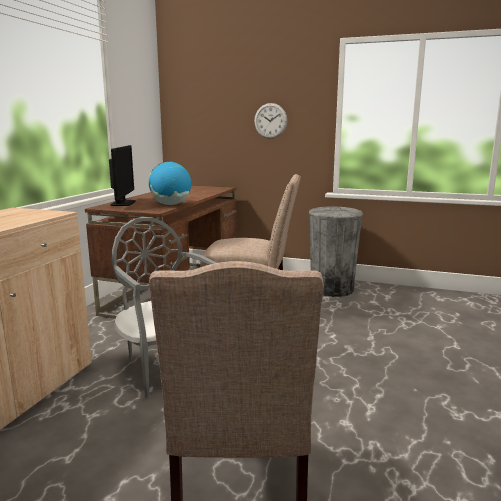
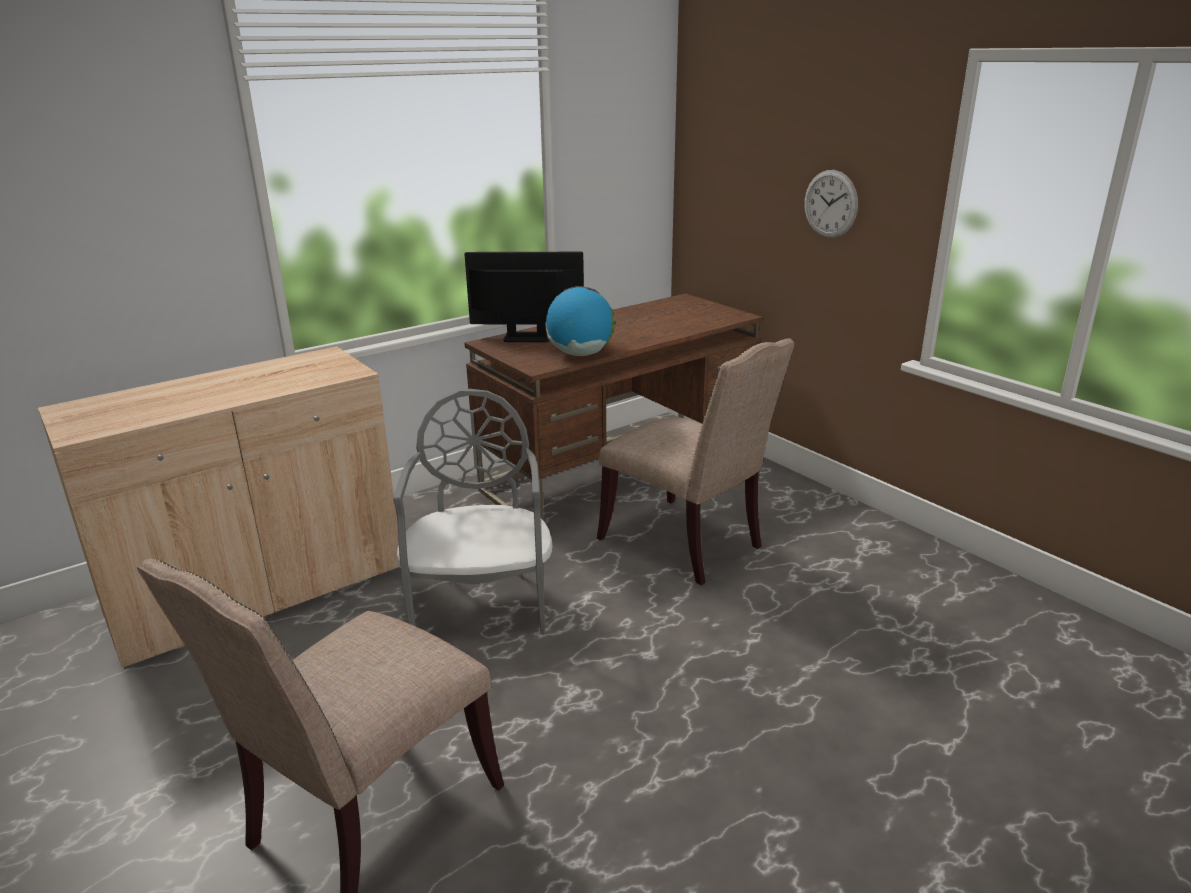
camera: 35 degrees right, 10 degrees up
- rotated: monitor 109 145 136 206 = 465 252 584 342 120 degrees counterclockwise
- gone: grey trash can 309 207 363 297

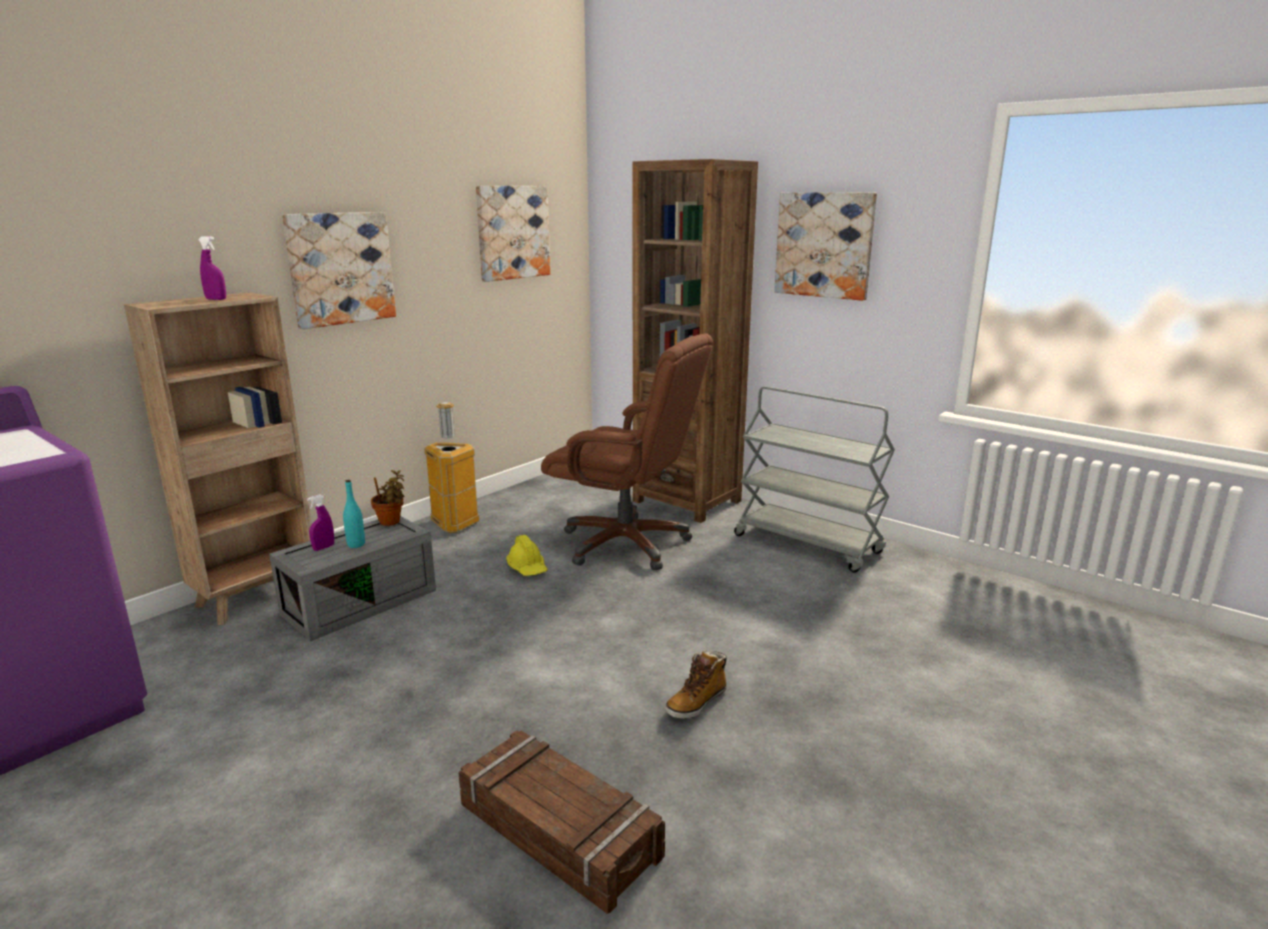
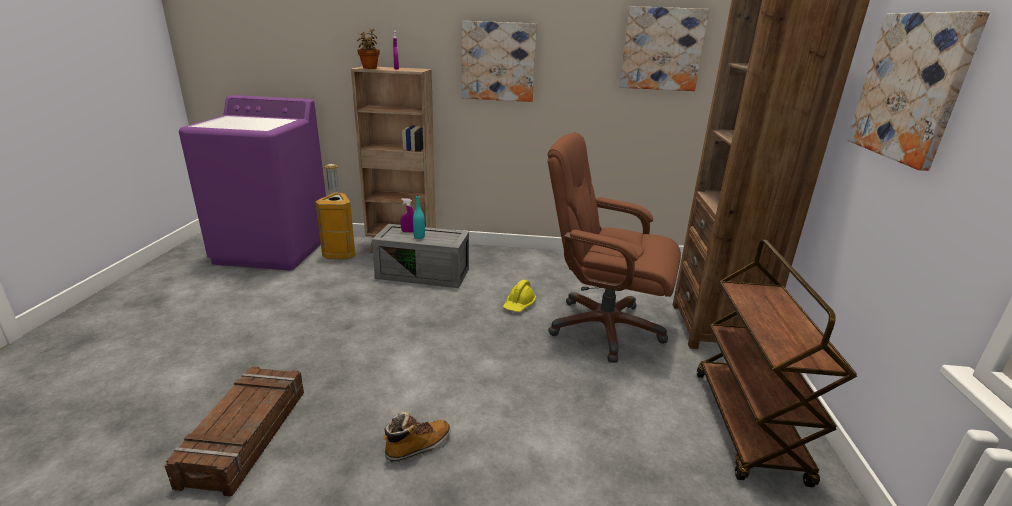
camera: 55 degrees right, 5 degrees up
- shifted: potted plant 371 470 405 526 to 357 28 380 69
- shifted: trash can 424 402 479 533 to 316 164 356 259
- rotated: brown office chair 541 333 713 570 = 548 132 681 363 120 degrees clockwise
- rotated: boot 665 650 727 719 = 383 411 450 462 135 degrees clockwise
- repainted: grey cart 734 386 895 573 to brown cart 697 239 857 487

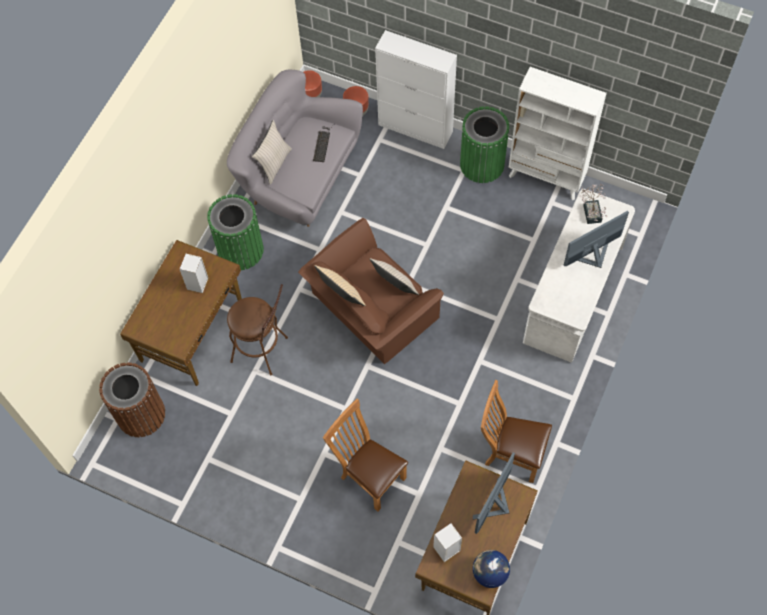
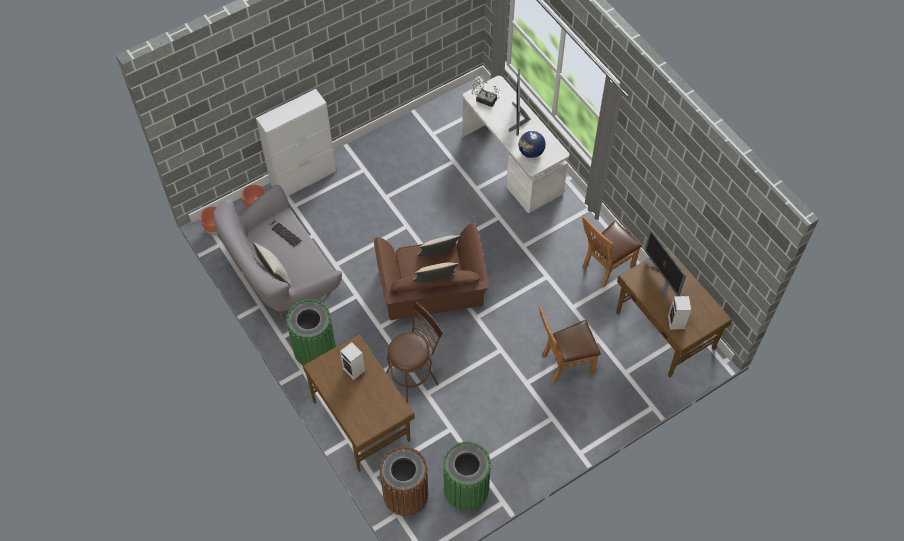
camera: 60 degrees left, 5 degrees down
- shifted: green trash can 460 106 510 183 to 443 441 491 511
- shifted: globe 473 550 510 588 to 519 131 546 158
- gone: white bookcase 508 67 607 200

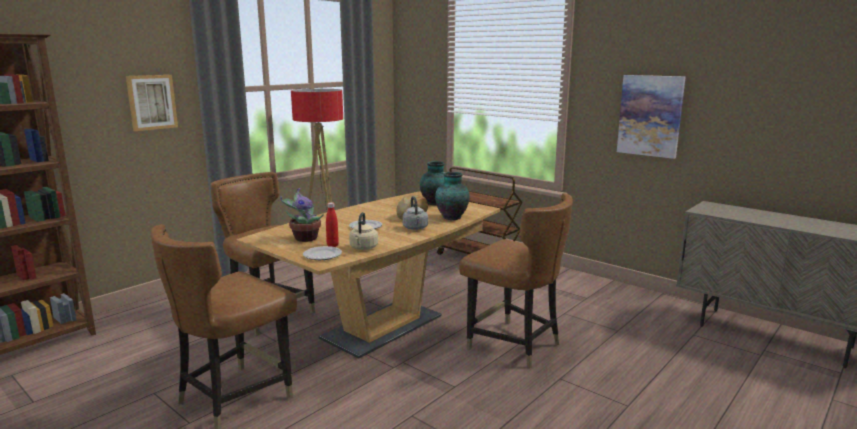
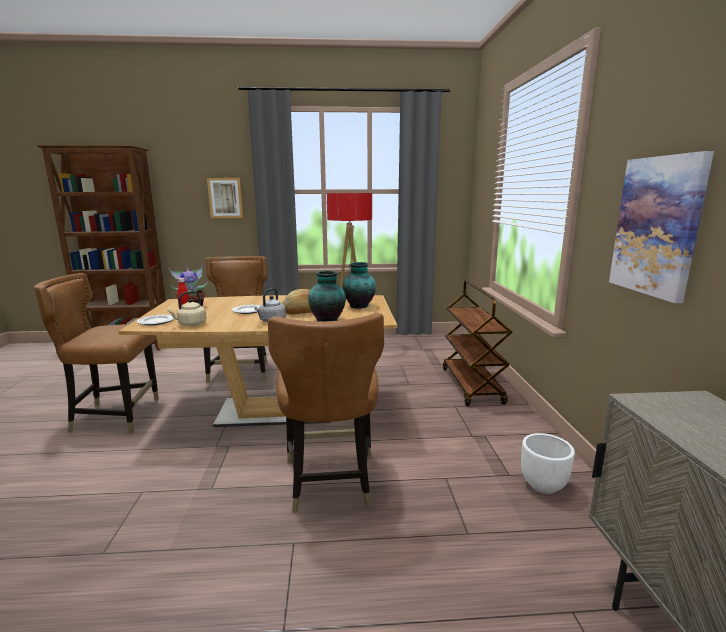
camera: 45 degrees right, 0 degrees up
- new: white planter 521 433 575 494

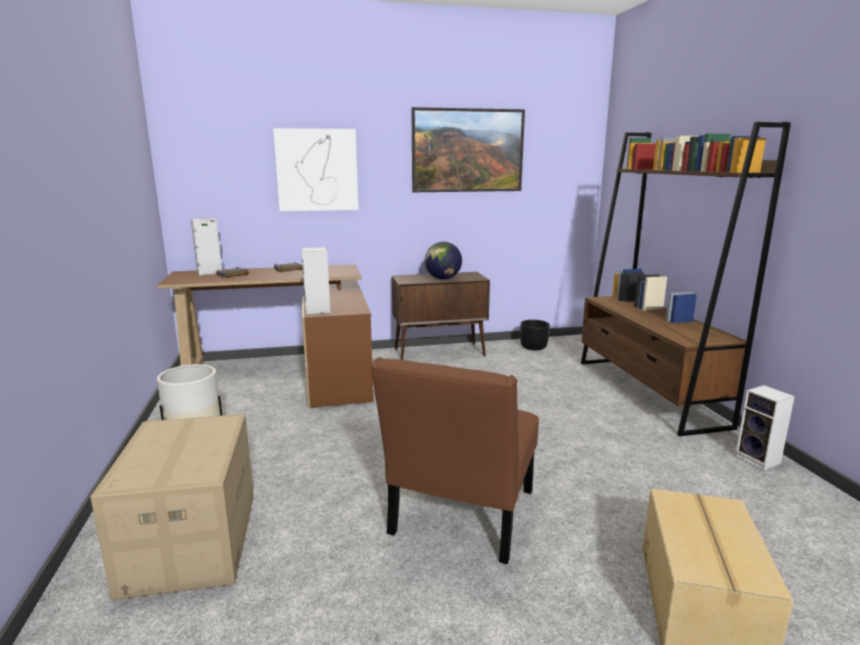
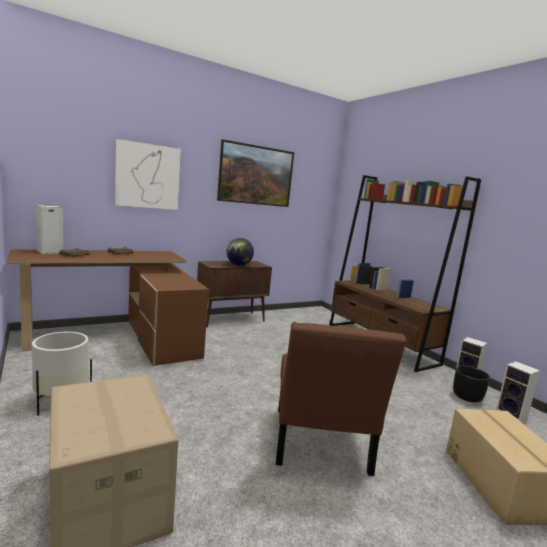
camera: 20 degrees left, 5 degrees down
- shifted: speaker 301 247 330 314 to 496 361 540 422
- shifted: black planter 520 320 550 350 to 453 366 490 403

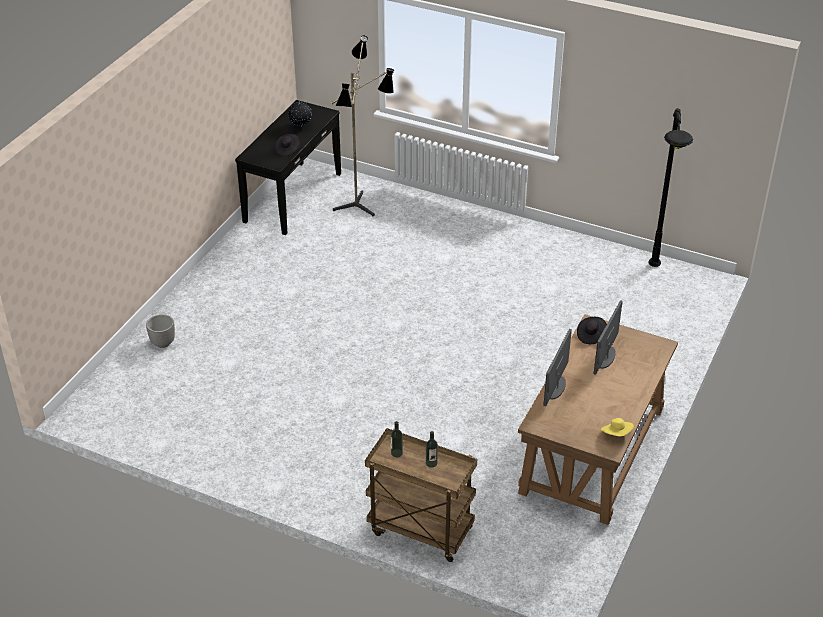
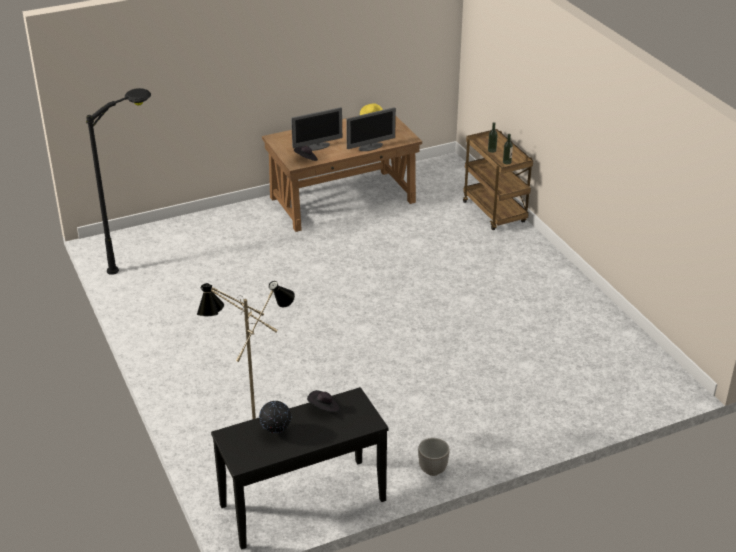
camera: 140 degrees left, 5 degrees down
- shifted: planter 146 314 175 348 to 418 438 450 476

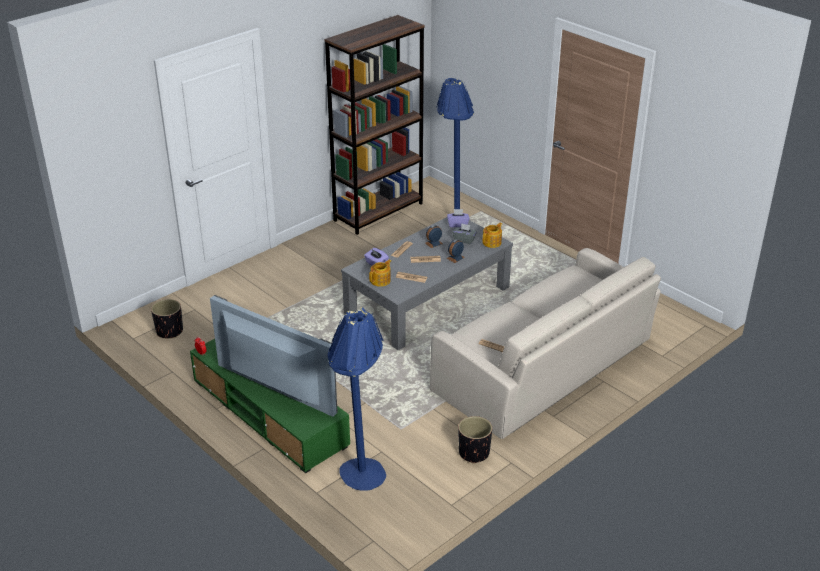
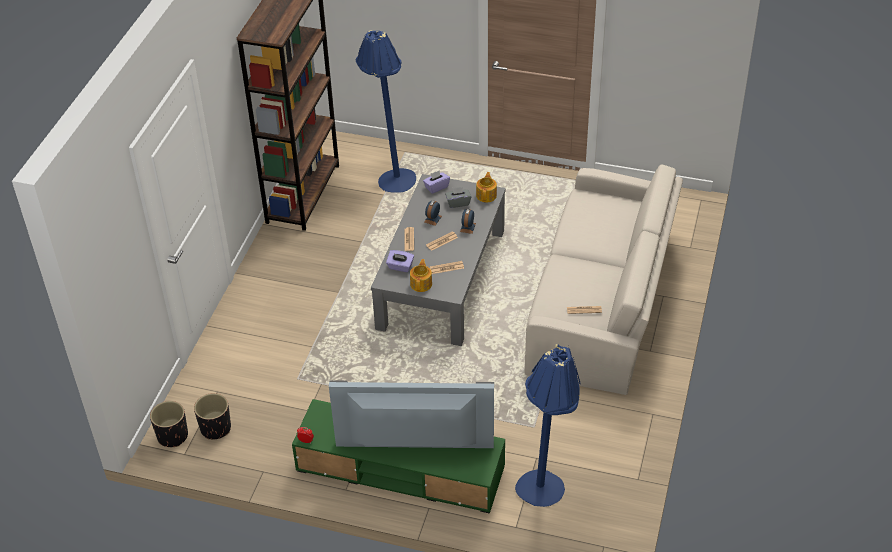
camera: 30 degrees left, 10 degrees up
- shifted: black planter 458 416 492 464 to 150 401 188 447

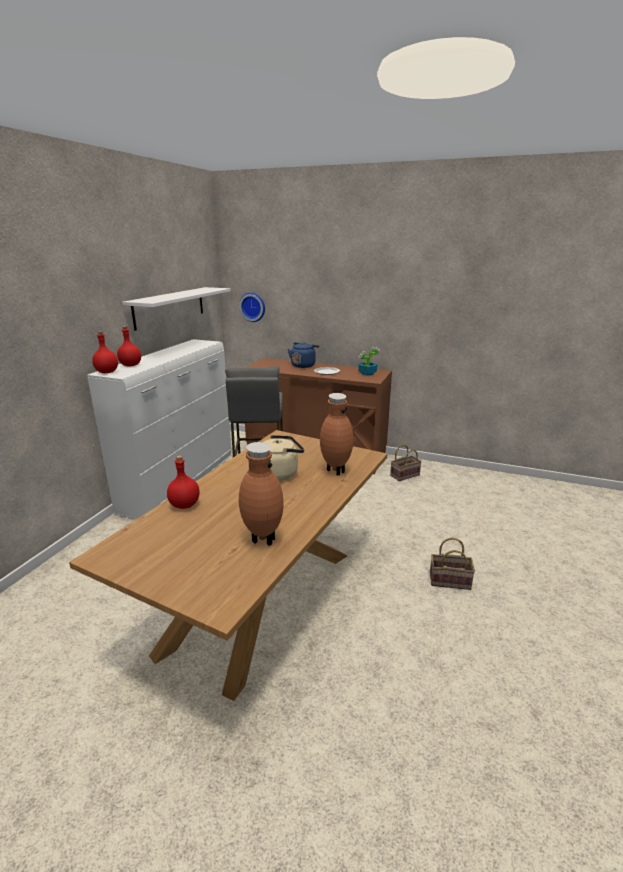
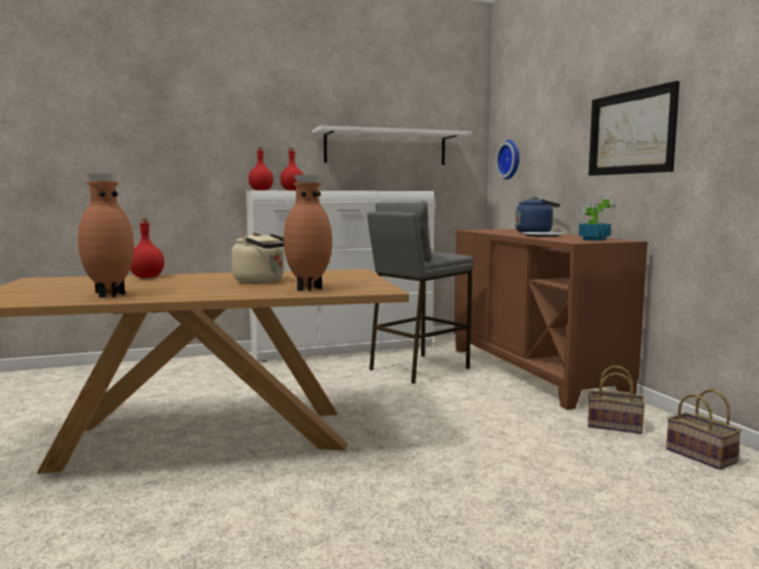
camera: 50 degrees right, 15 degrees down
- shifted: basket 430 538 475 590 to 666 389 742 470
- new: picture 589 81 680 176

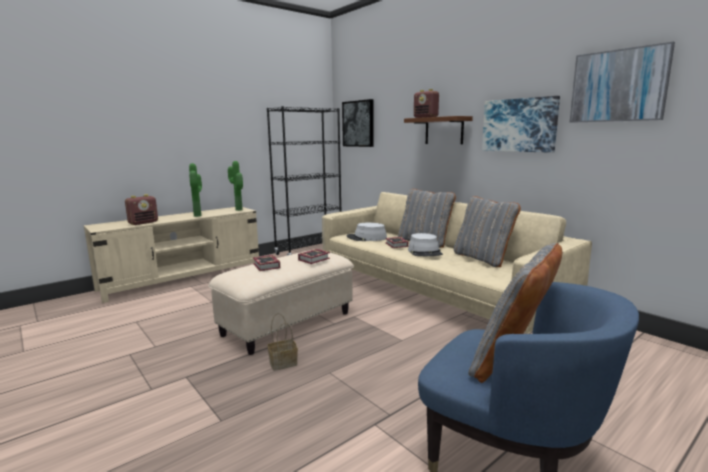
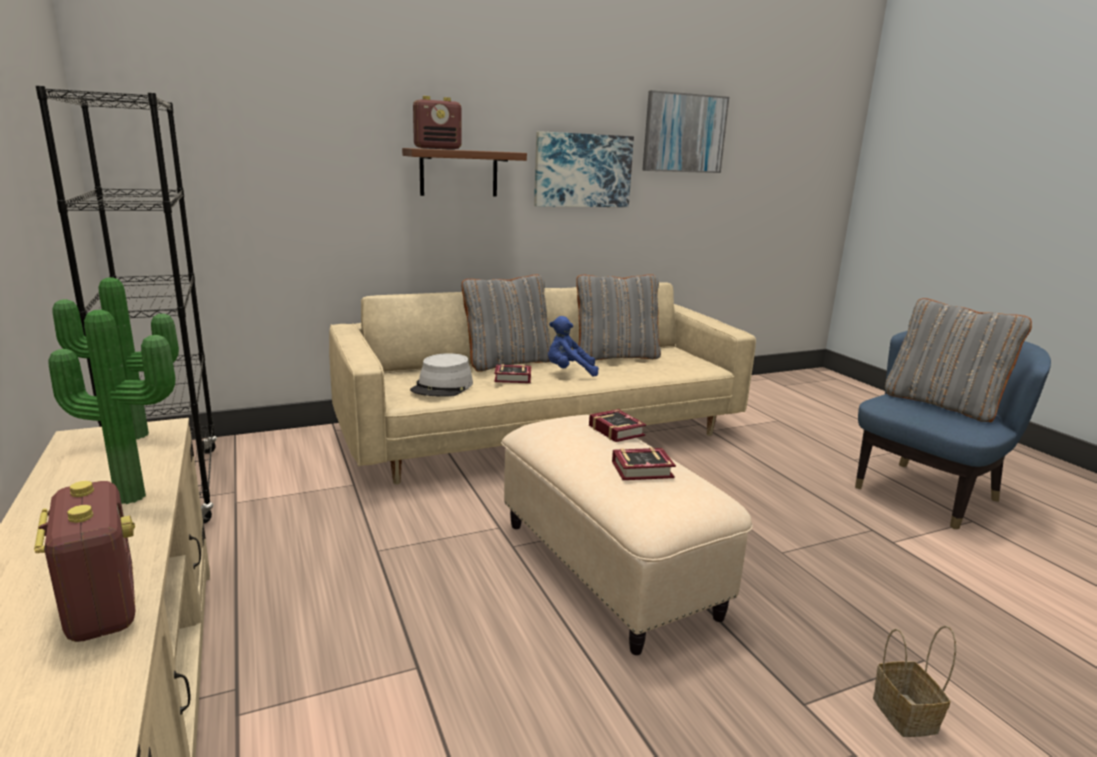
camera: 75 degrees left, 5 degrees up
- shifted: basket 267 313 298 371 to 873 625 956 737
- gone: picture 342 99 374 147
- swapped: grey hat 408 233 443 256 to blue plush toy 548 316 599 377

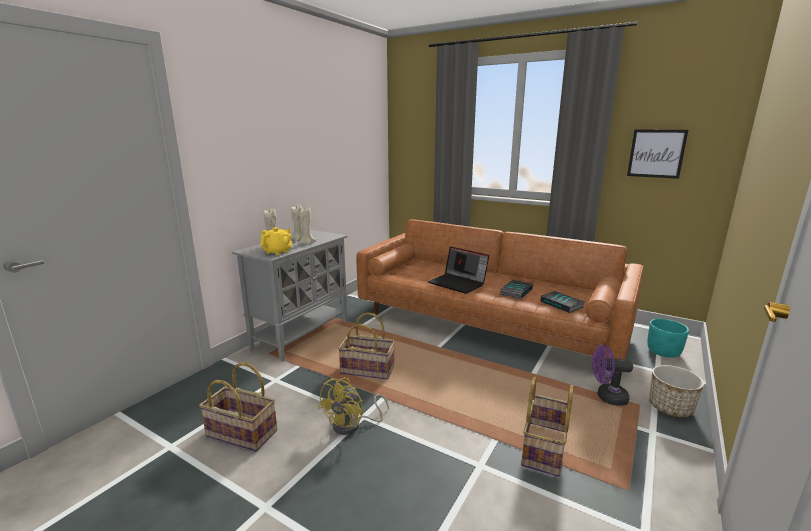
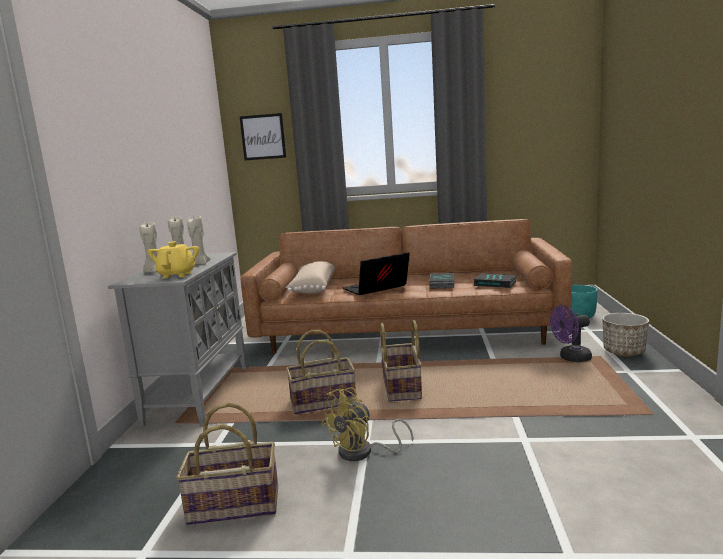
camera: 25 degrees left, 5 degrees down
- rotated: yellow fan 318 377 389 435 = 321 387 413 461 45 degrees clockwise
- rotated: laptop 428 247 489 294 = 343 252 410 295 135 degrees clockwise
- shifted: basket 521 377 574 477 to 380 320 422 402
- shifted: picture 627 130 688 179 to 240 113 286 160
- new: beige pillow 286 261 335 294

